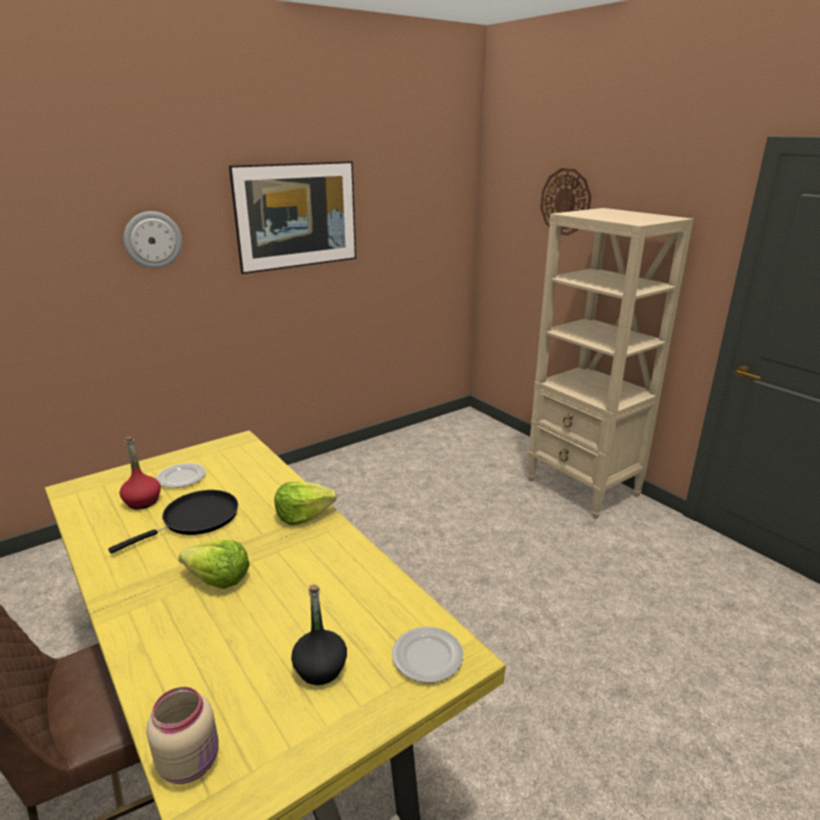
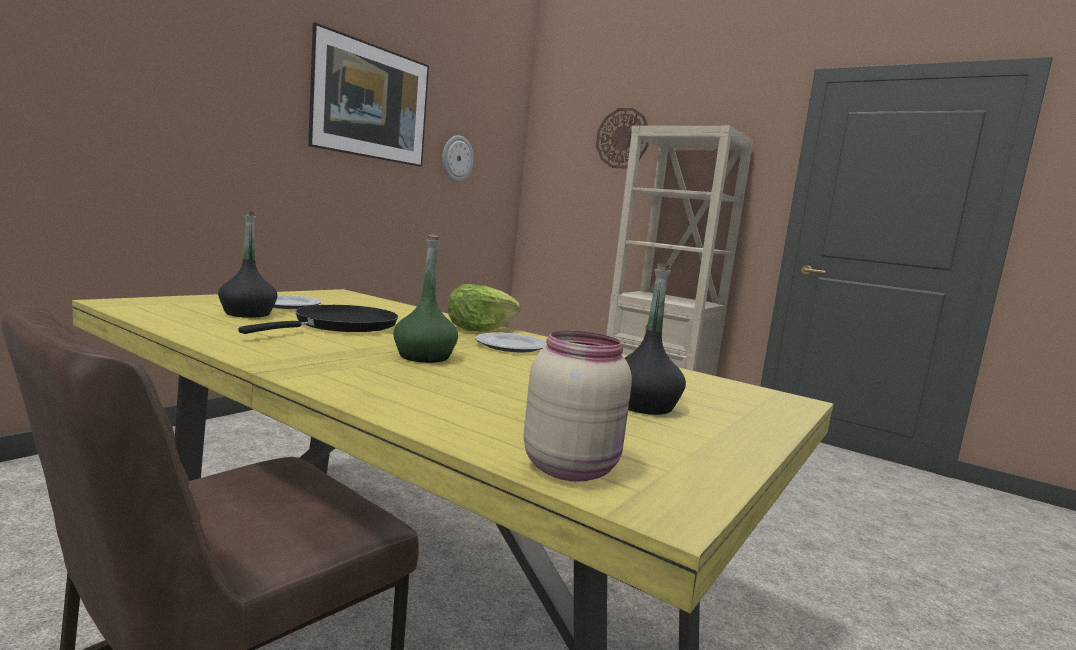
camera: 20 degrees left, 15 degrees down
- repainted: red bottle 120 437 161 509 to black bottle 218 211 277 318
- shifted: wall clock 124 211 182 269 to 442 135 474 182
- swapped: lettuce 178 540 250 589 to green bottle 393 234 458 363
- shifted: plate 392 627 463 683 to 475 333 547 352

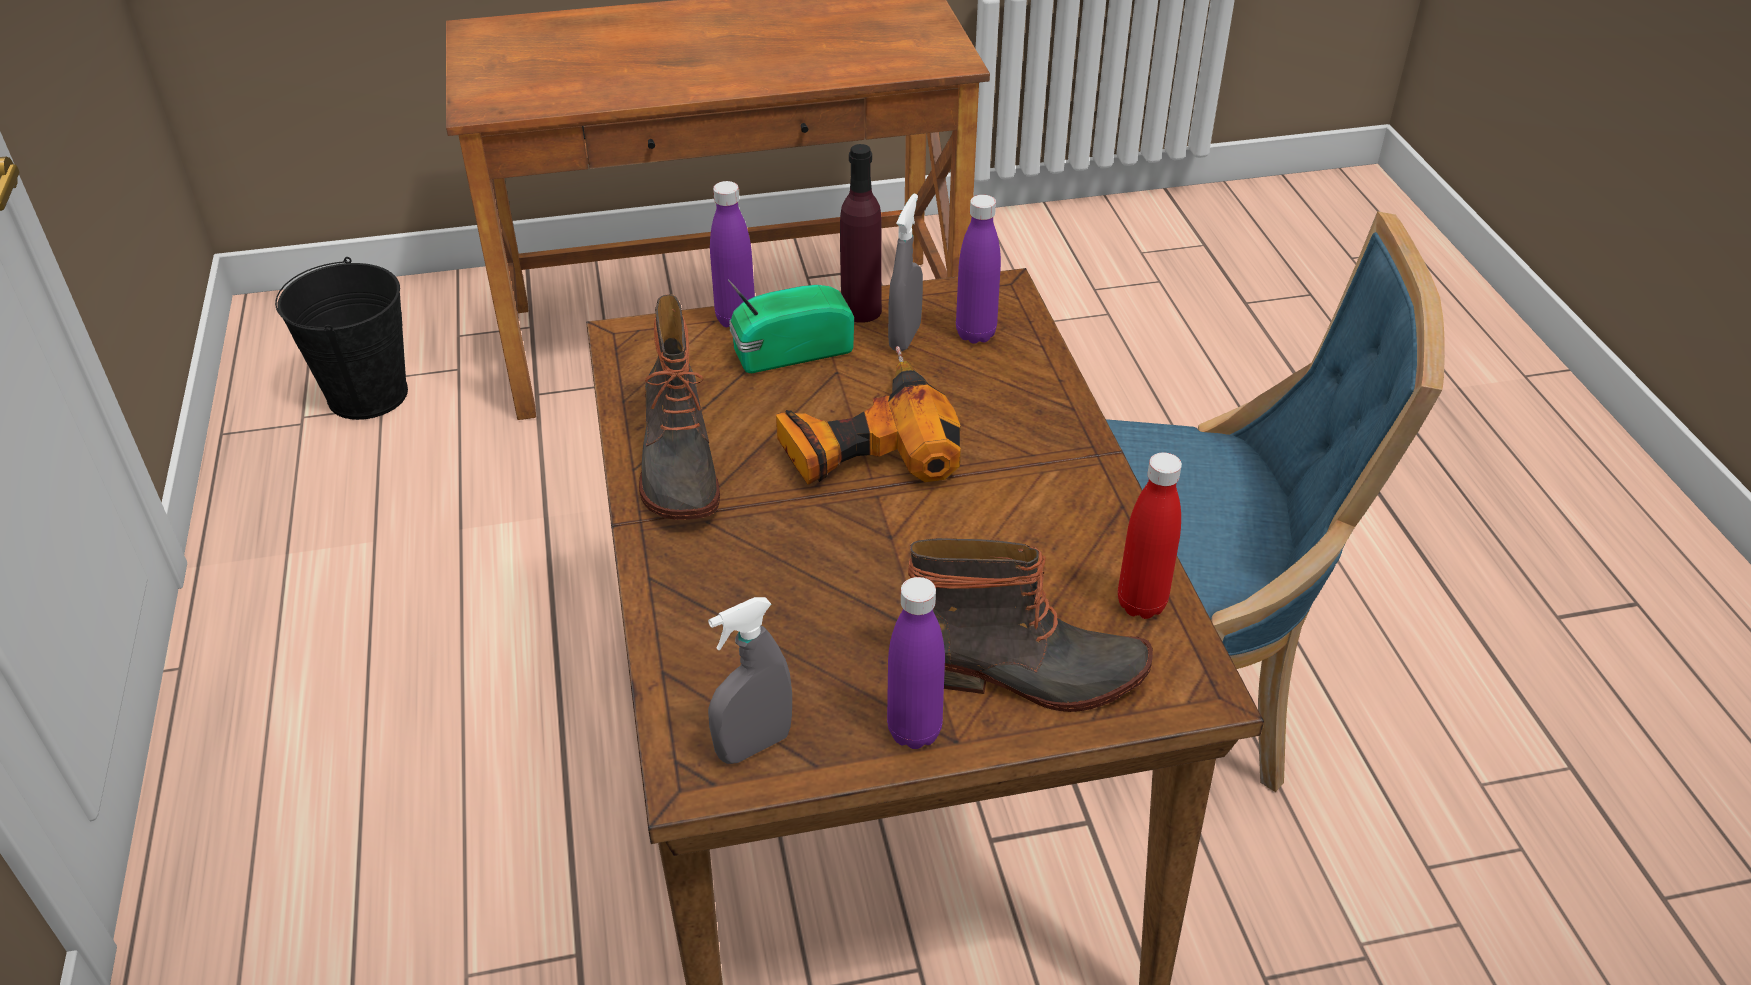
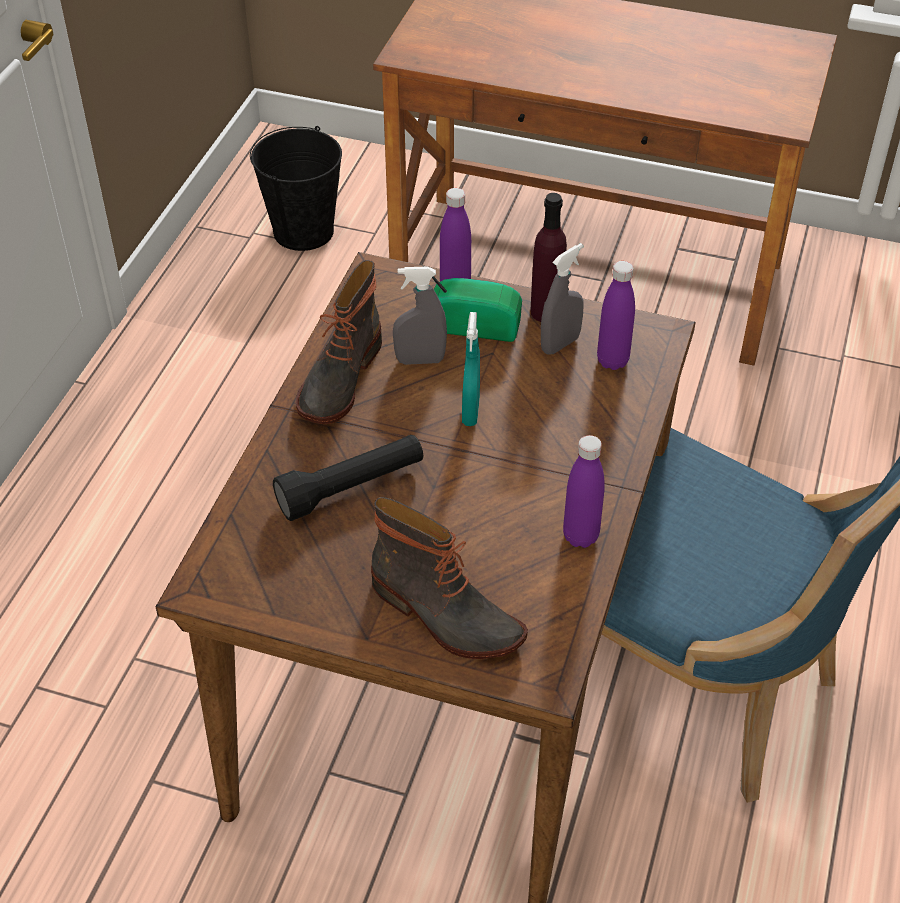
camera: 30 degrees right, 5 degrees up
- shifted: grey spray bottle 708 597 792 764 to 393 267 447 365
- swapped: power drill 776 346 961 484 to turquoise spray bottle 462 312 480 426
- shifted: purple bottle 887 577 945 749 to 563 435 605 548
- gone: red bottle 1118 452 1182 619
- new: black flashlight 273 435 423 521

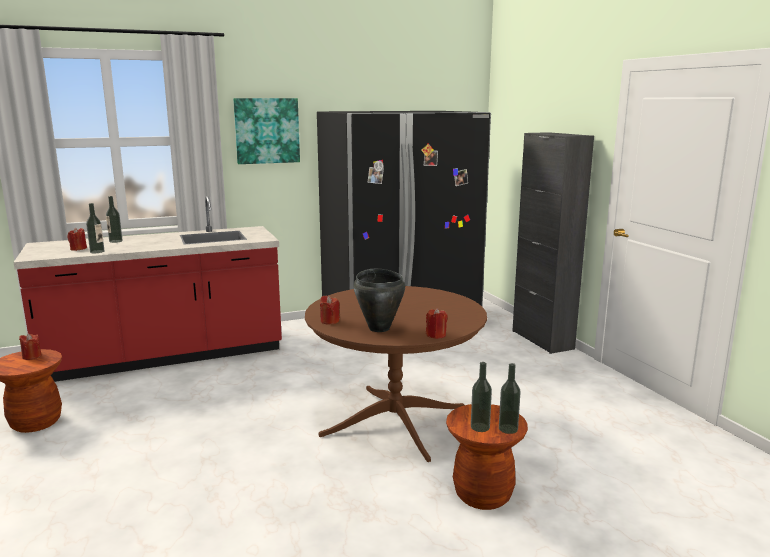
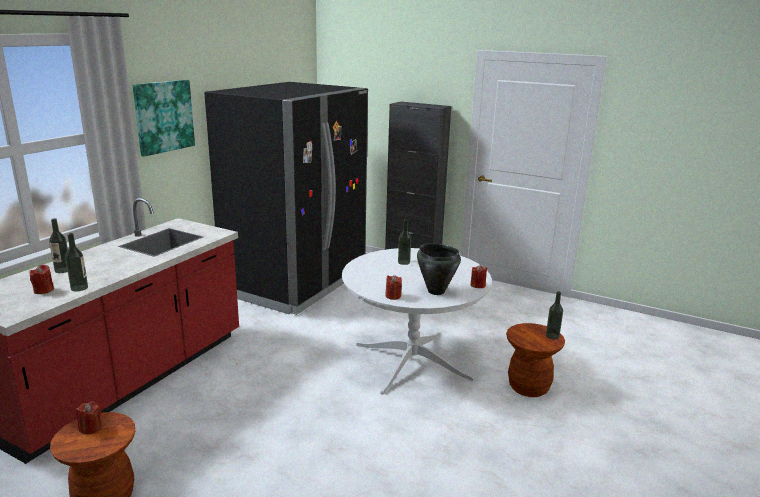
camera: 40 degrees left, 5 degrees up
- repainted: brown dining table 305 286 487 462 to white dining table 342 248 492 395
- shifted: bottle 471 362 492 432 to 398 220 411 265

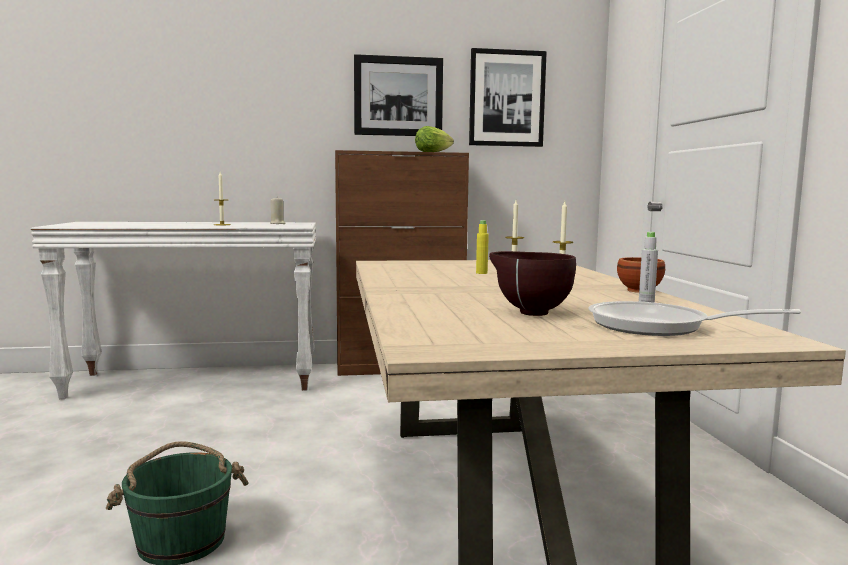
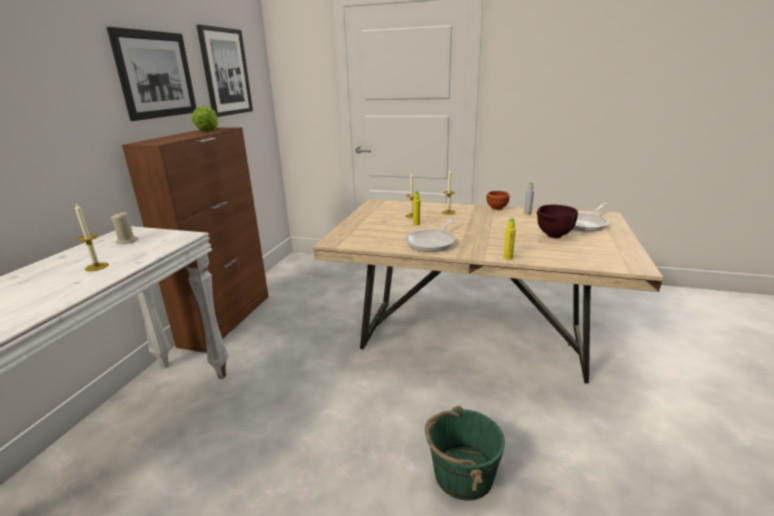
camera: 65 degrees left, 15 degrees up
- new: frying pan 405 216 456 252
- new: yellow bottle 504 218 516 260

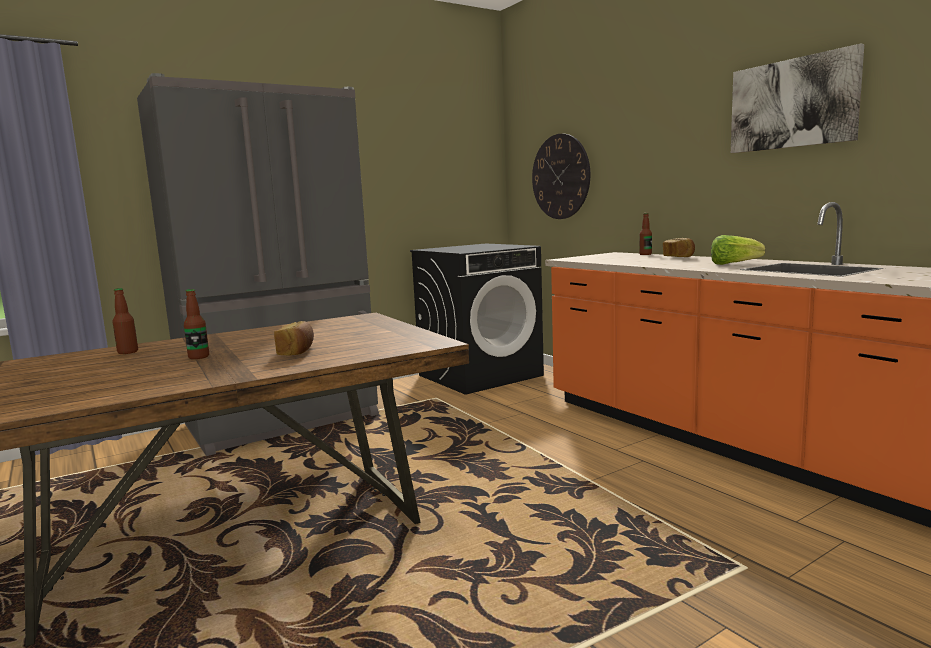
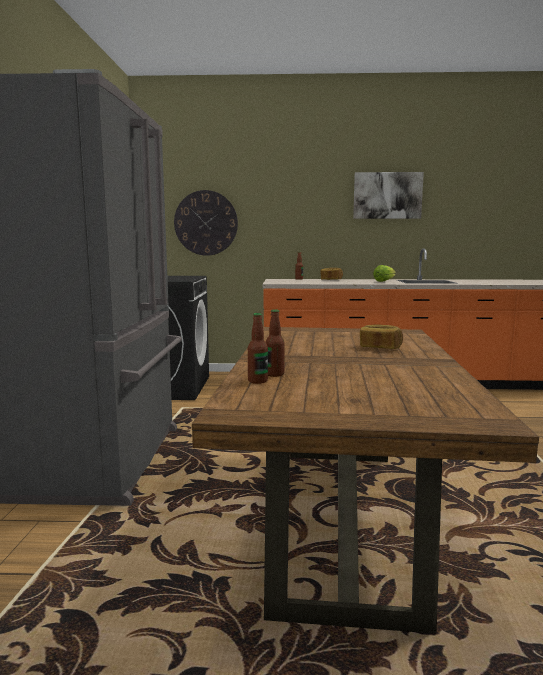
camera: 55 degrees left, 0 degrees up
- shifted: bottle 184 289 209 359 to 248 313 268 384

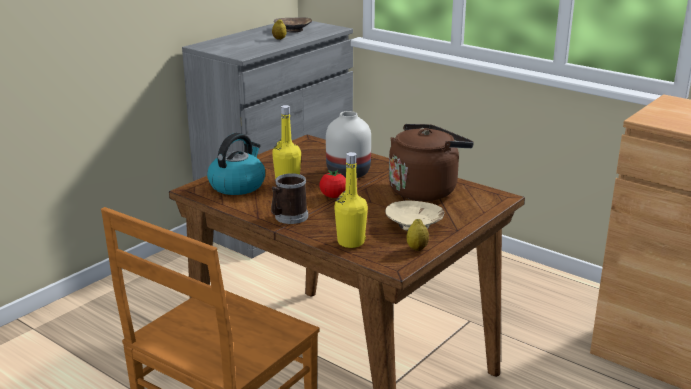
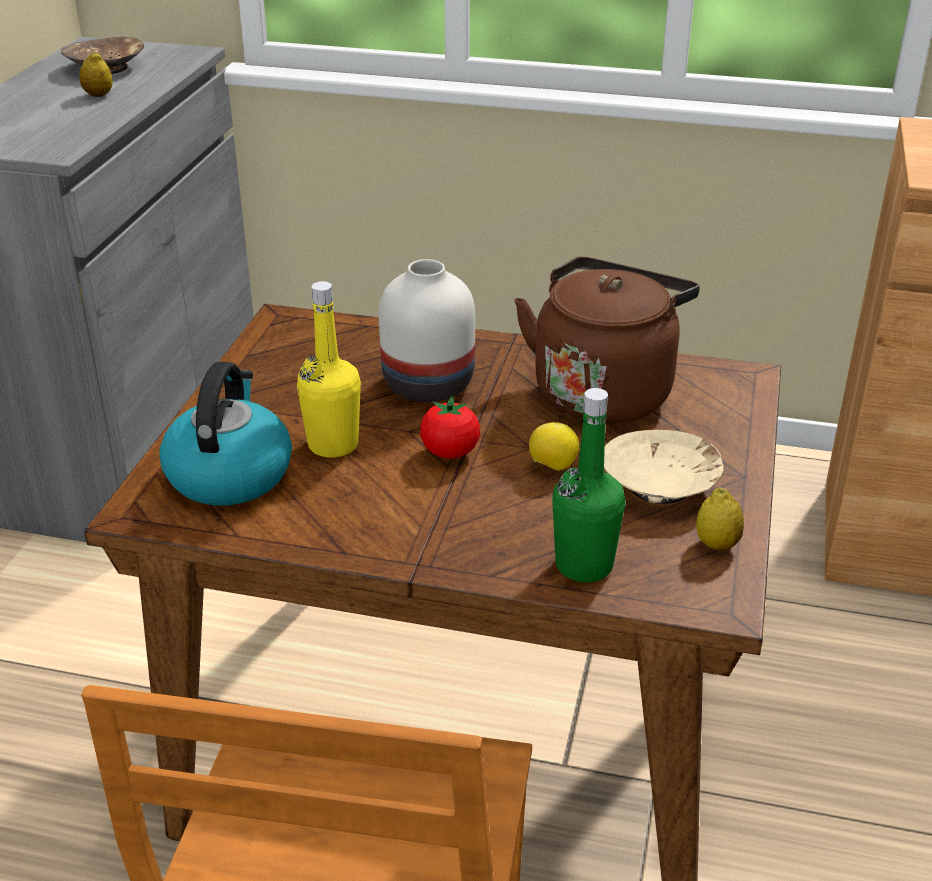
camera: 25 degrees left, 10 degrees up
- gone: mug 271 173 308 224
- repainted: yellow bottle 334 152 368 248 to green bottle 552 388 625 582
- new: lemon 529 422 579 471

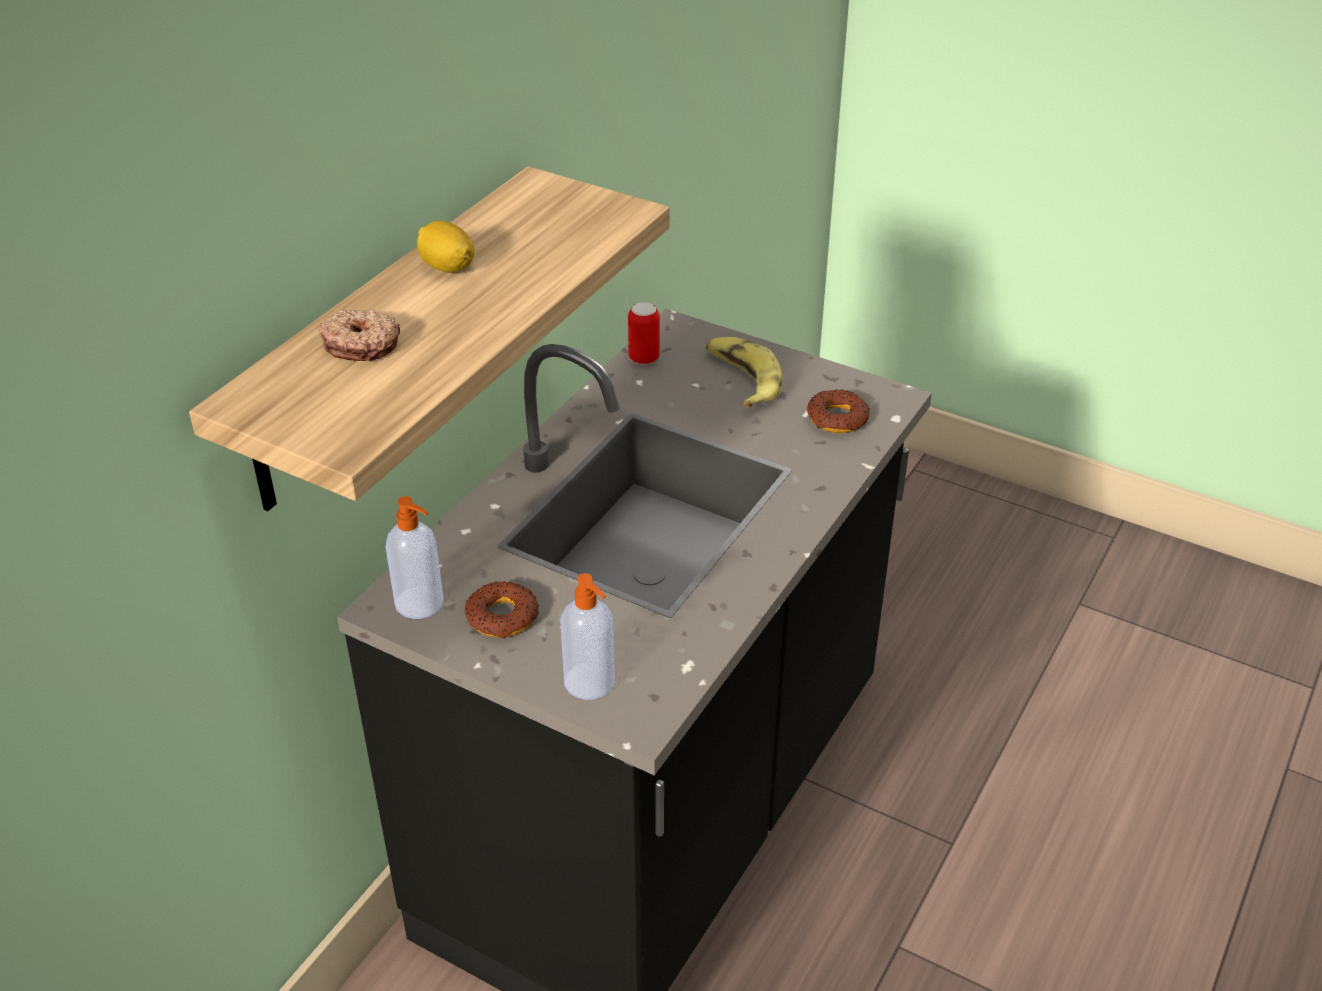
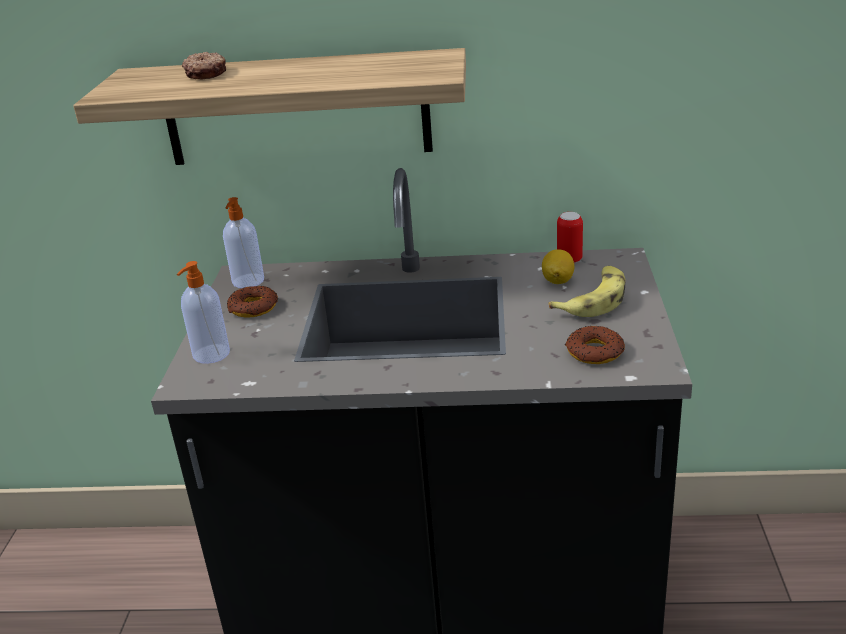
camera: 65 degrees right, 10 degrees down
- shifted: lemon 417 221 474 273 to 542 249 575 284

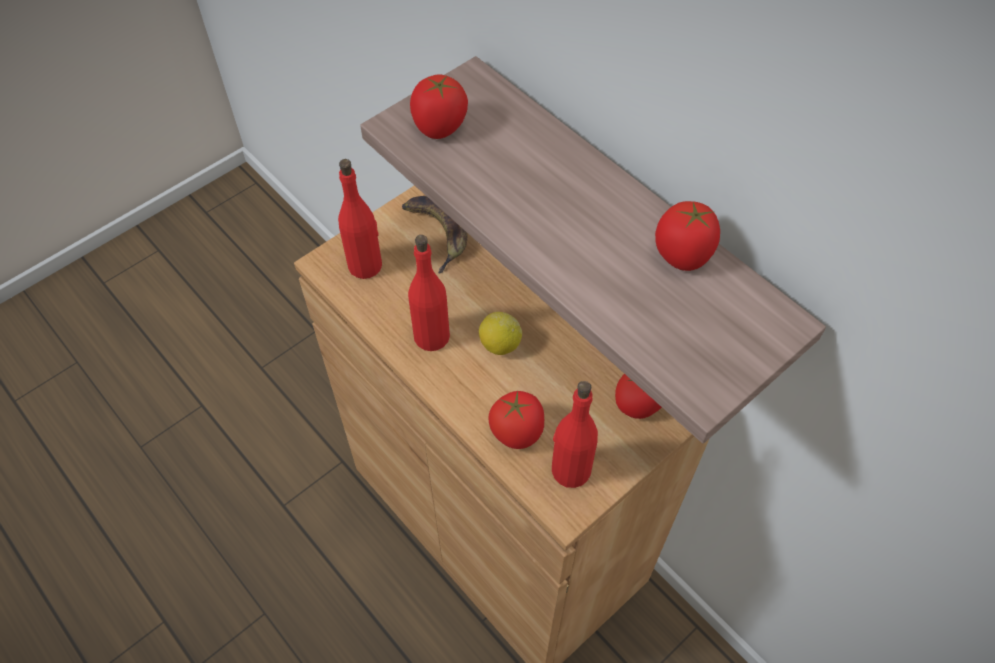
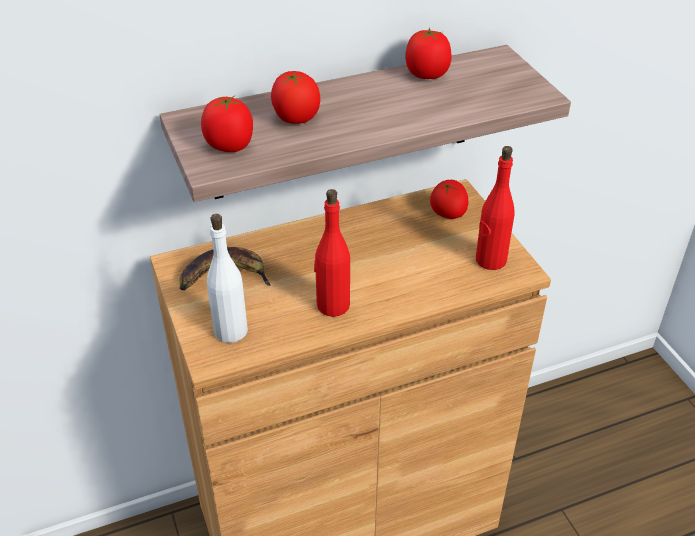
camera: 70 degrees left, 15 degrees down
- repainted: red bottle 338 159 382 279 to white bottle 207 214 248 343
- gone: lemon 479 312 522 355
- shifted: tomato 488 391 544 449 to 271 71 320 124

